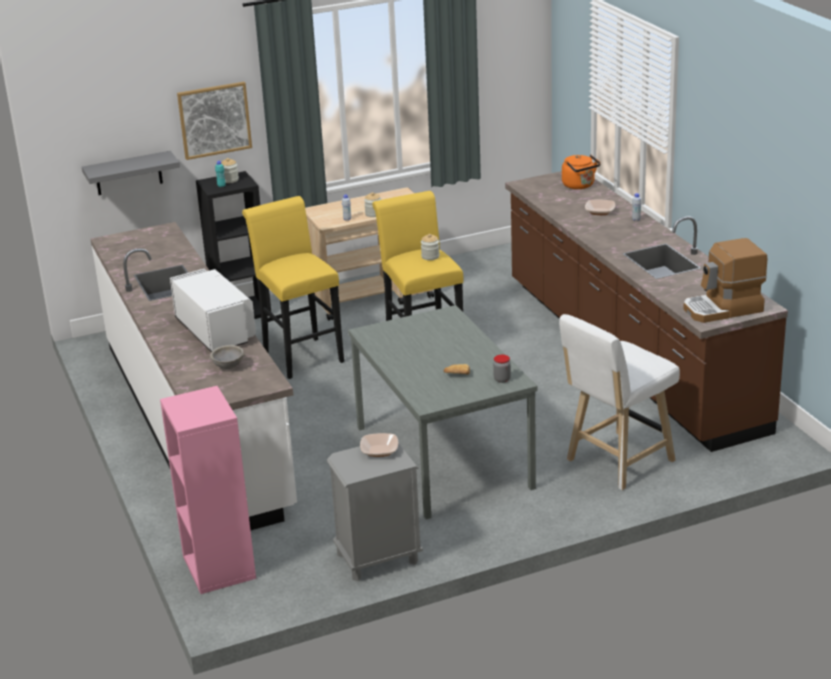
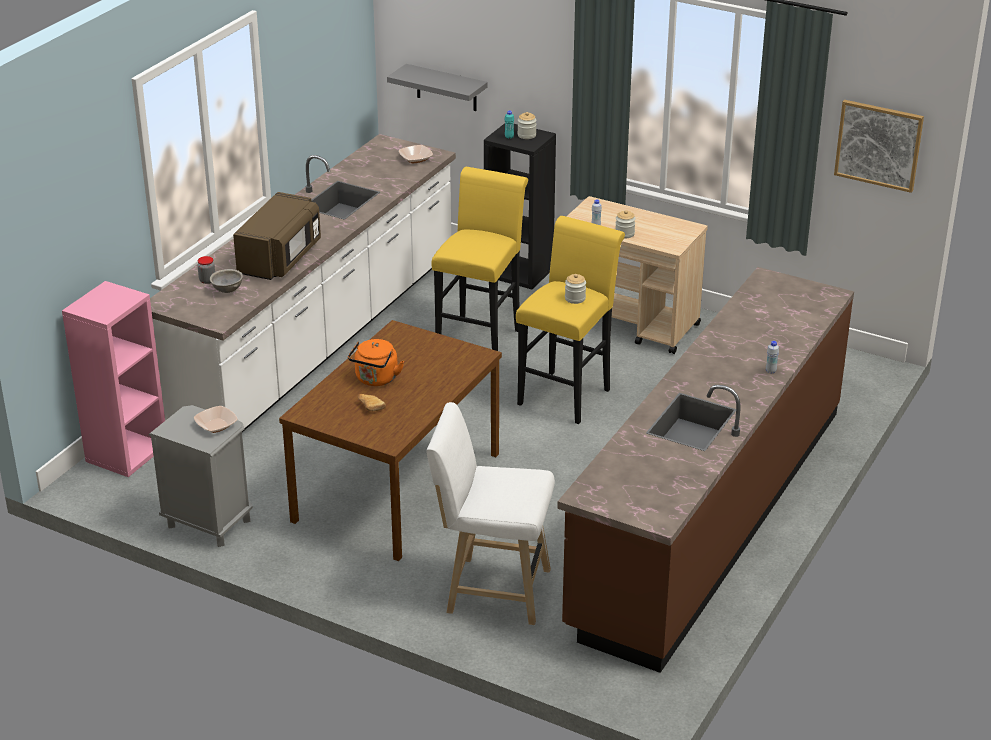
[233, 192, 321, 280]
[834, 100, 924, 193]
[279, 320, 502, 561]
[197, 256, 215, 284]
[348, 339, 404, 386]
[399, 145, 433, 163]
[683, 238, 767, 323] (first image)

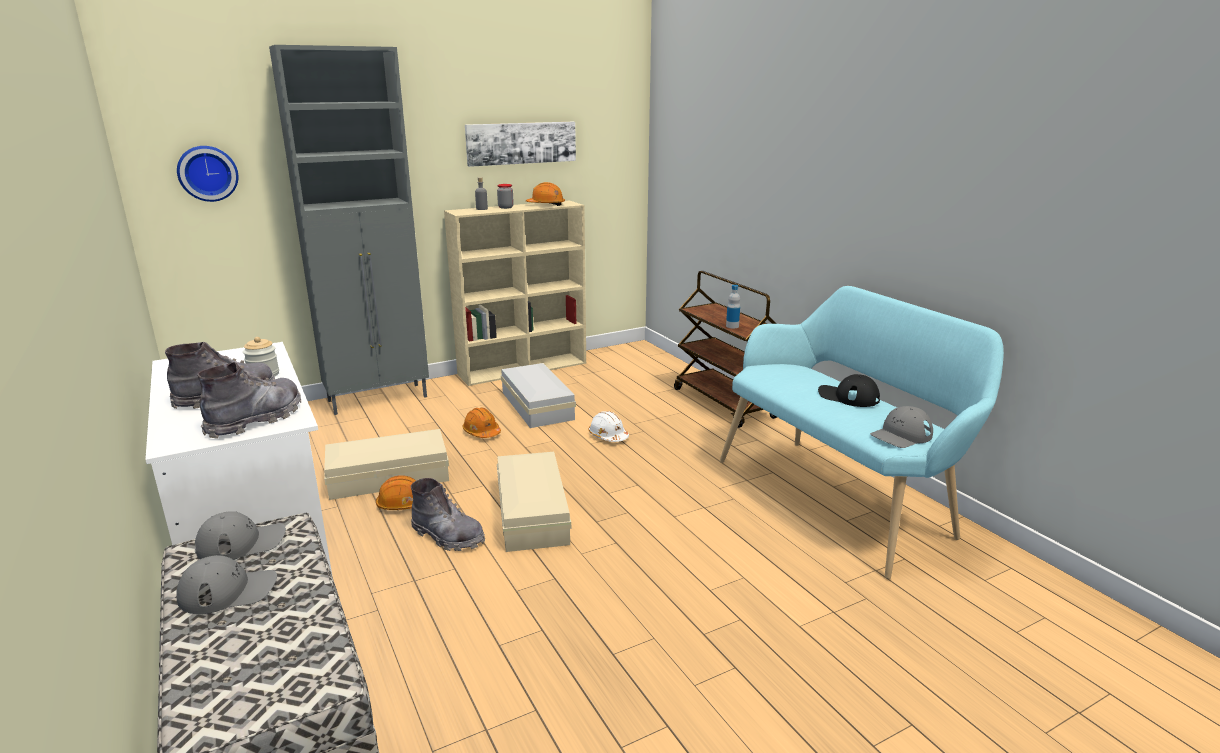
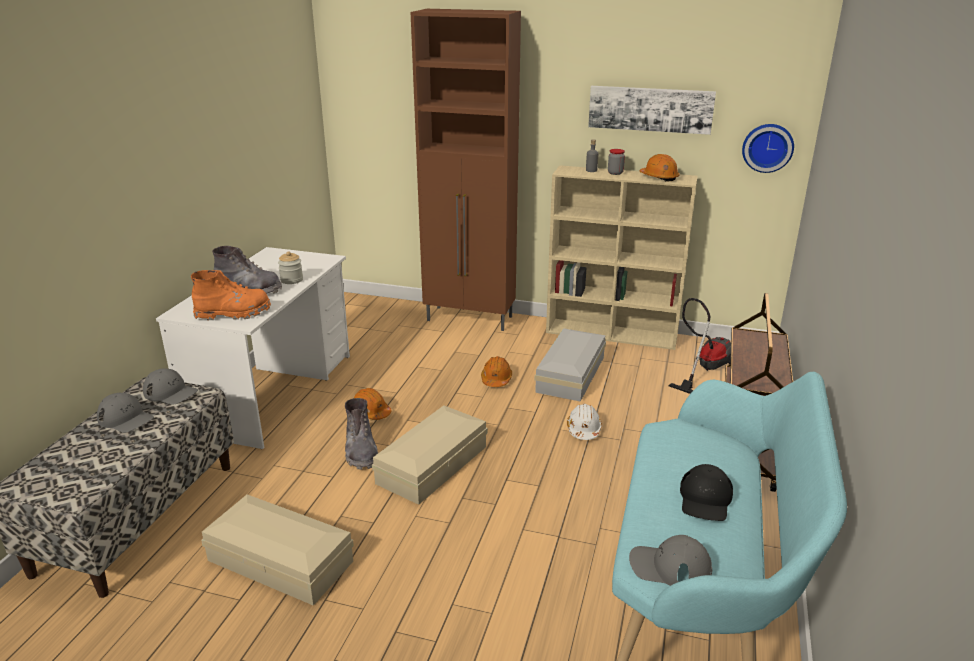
[742, 124, 794, 173]
[191, 270, 271, 320]
[410, 9, 521, 331]
[201, 494, 354, 606]
[726, 285, 740, 328] (first image)
[680, 464, 733, 521]
[668, 298, 731, 394]

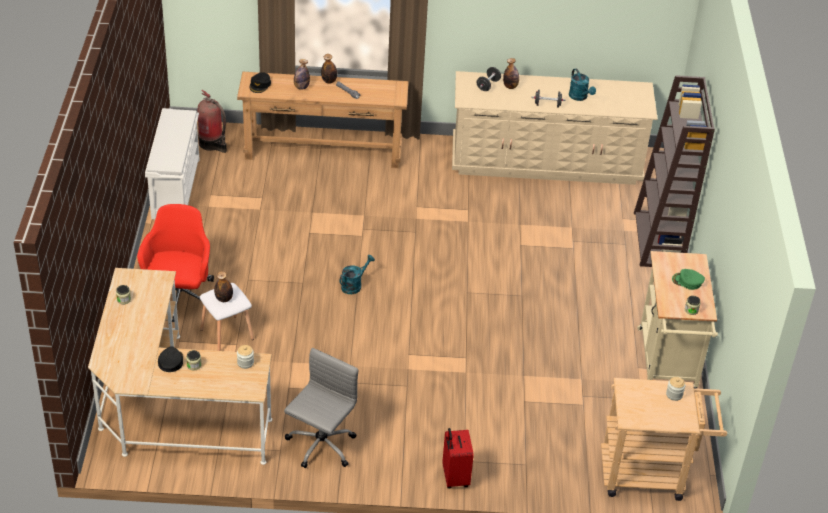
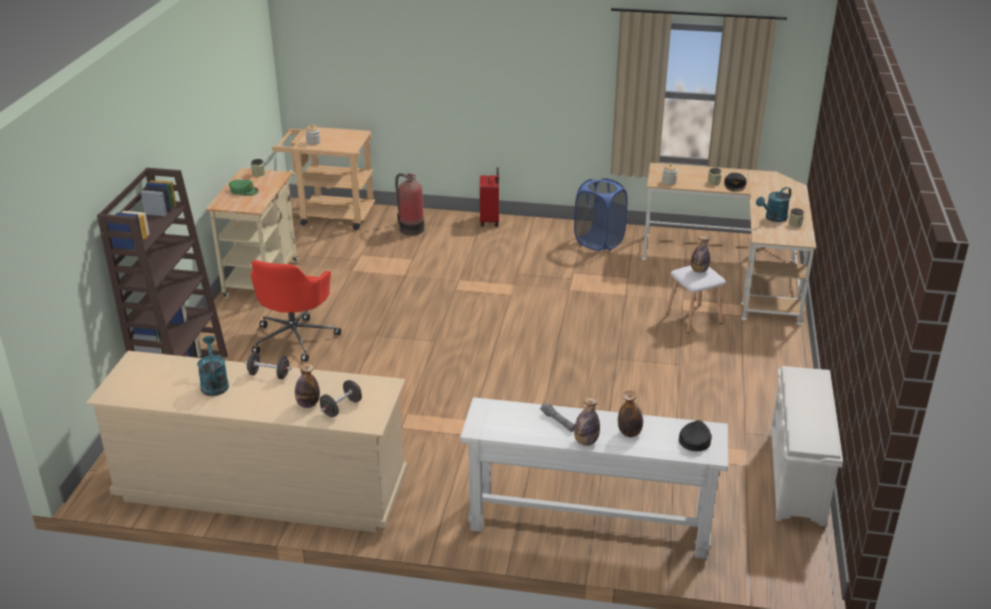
[250, 260, 341, 362]
[395, 173, 425, 236]
[460, 397, 728, 559]
[574, 178, 628, 251]
[756, 187, 791, 222]

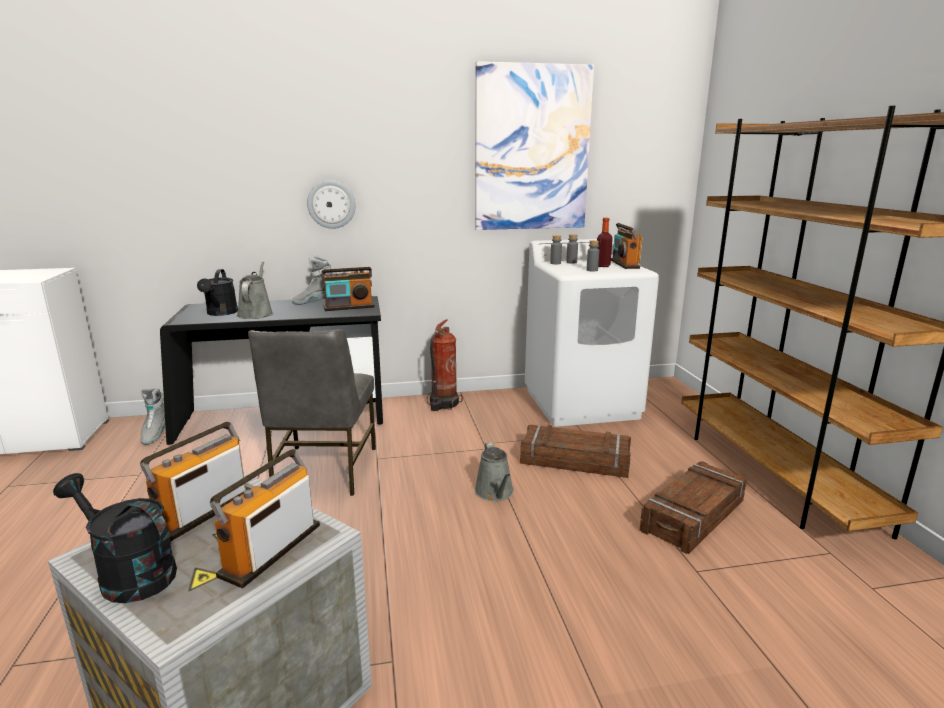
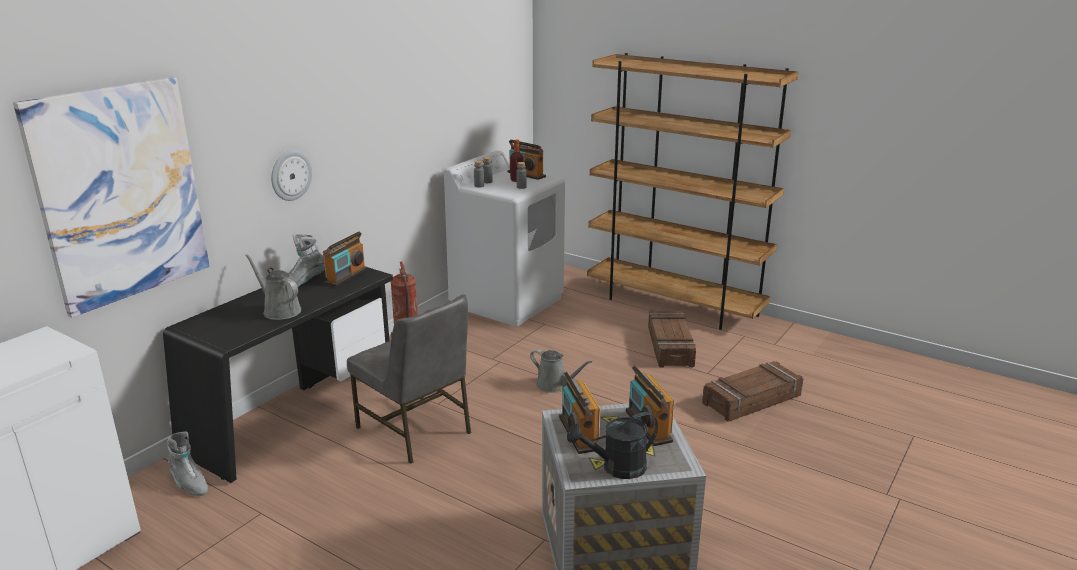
[197, 269, 238, 316] (first image)
[13, 77, 210, 318]
[702, 361, 803, 422]

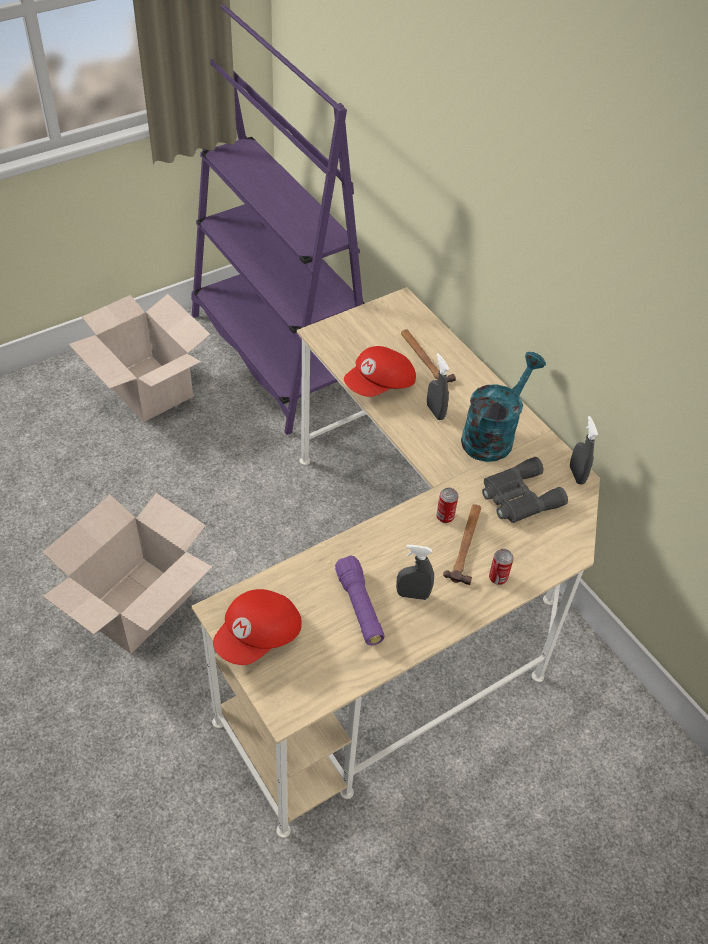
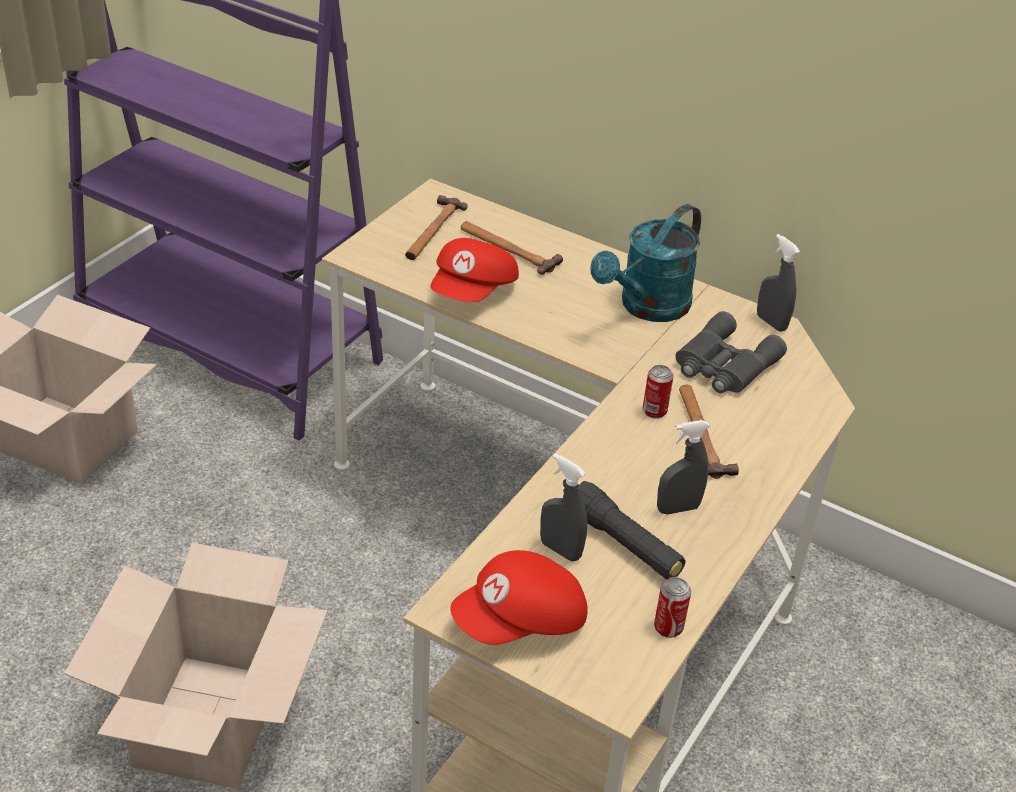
[450, 550, 588, 645]
[580, 481, 685, 580]
[540, 453, 587, 561]
[590, 204, 701, 322]
[654, 577, 691, 638]
[405, 195, 468, 260]

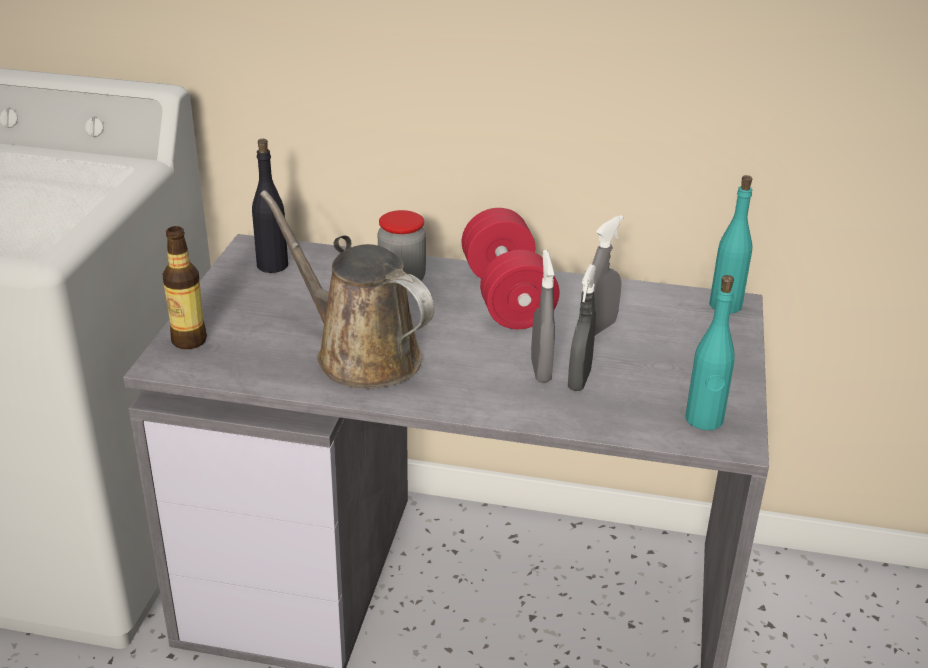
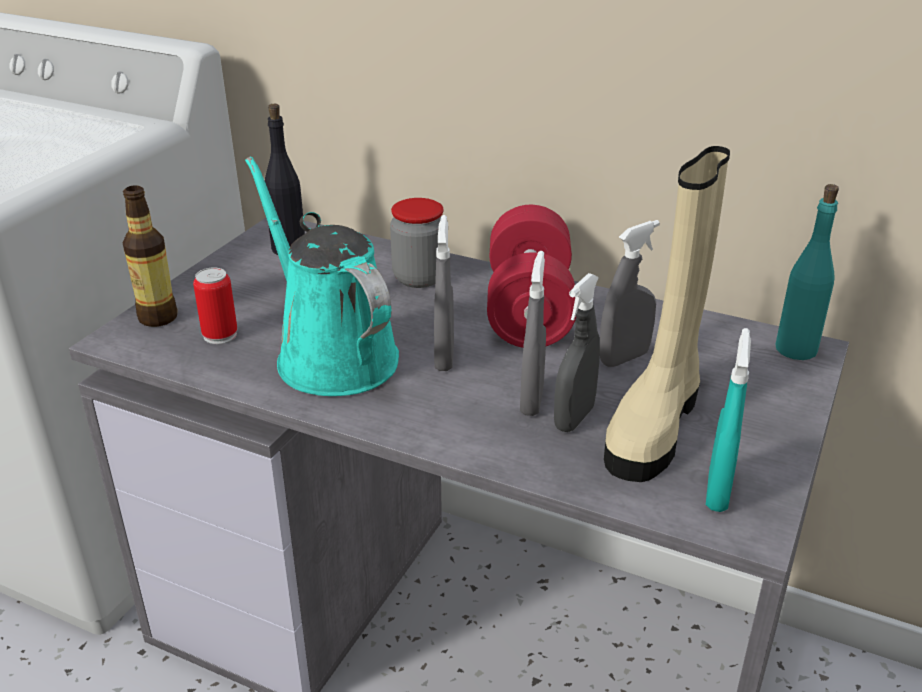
[245, 157, 399, 396]
[706, 328, 751, 512]
[193, 268, 237, 344]
[434, 215, 454, 371]
[604, 146, 730, 482]

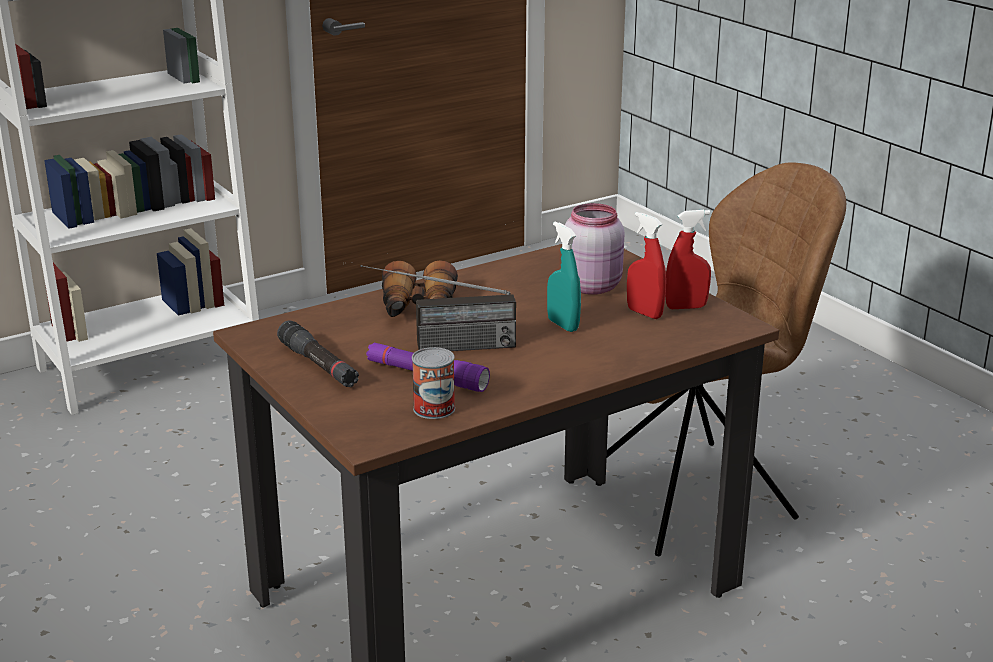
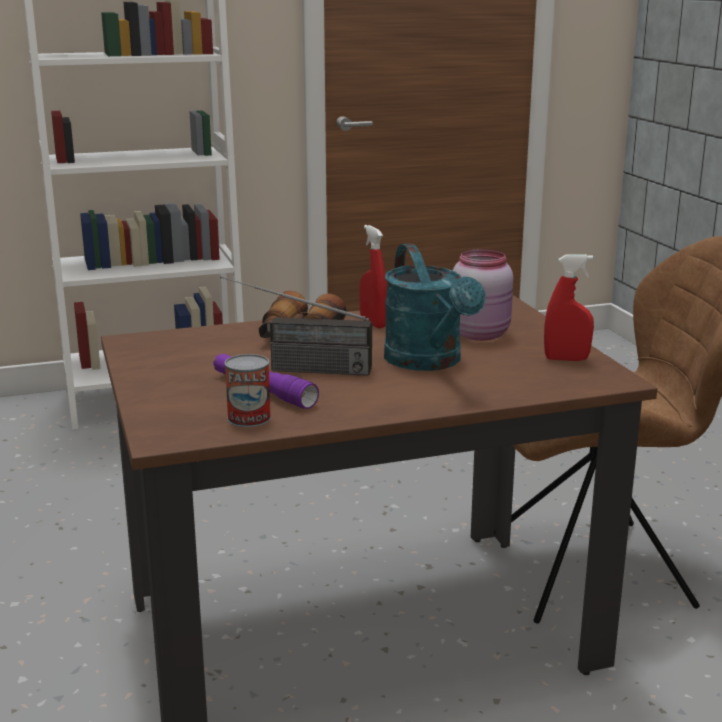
[277, 321, 359, 387] (first image)
[384, 243, 486, 371]
[359, 225, 387, 328]

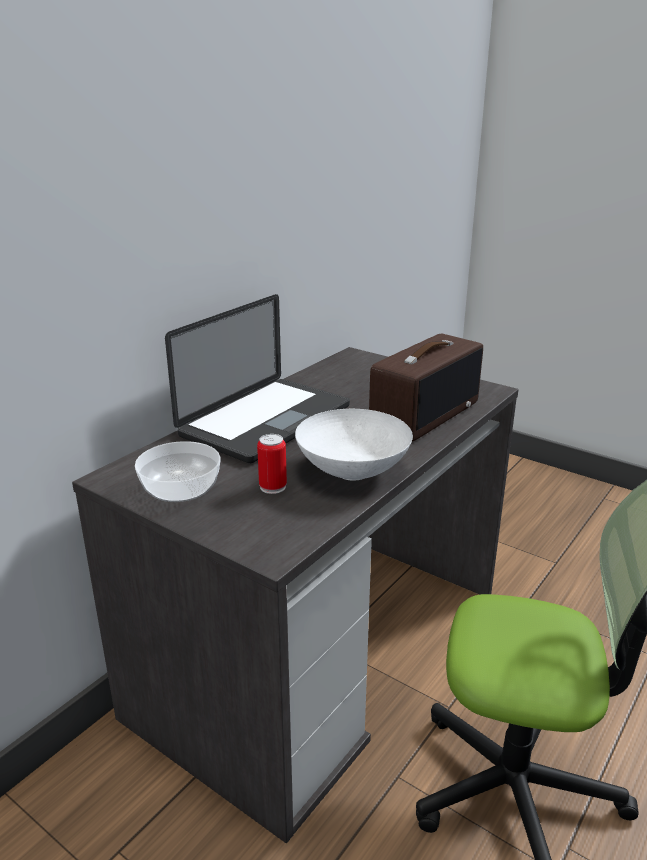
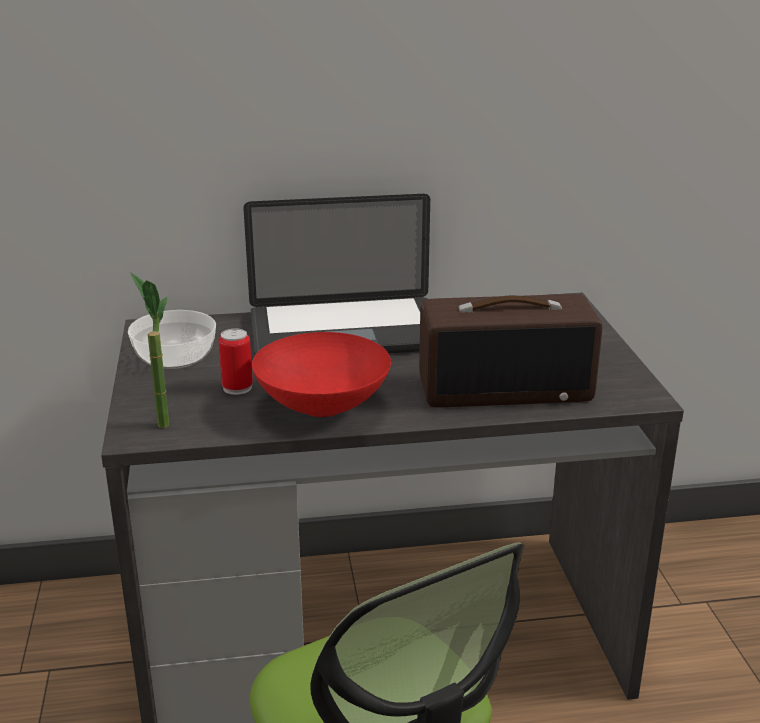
[252, 332, 391, 417]
[130, 272, 169, 428]

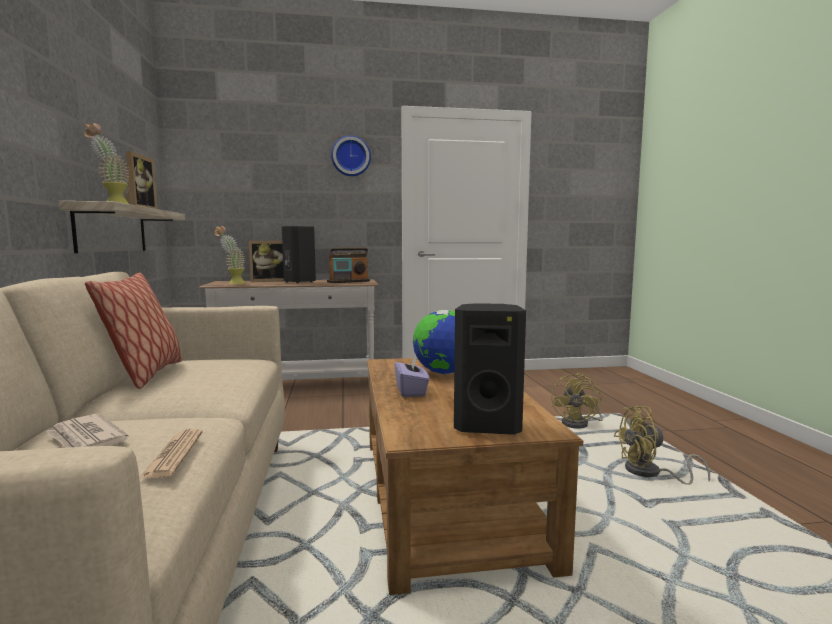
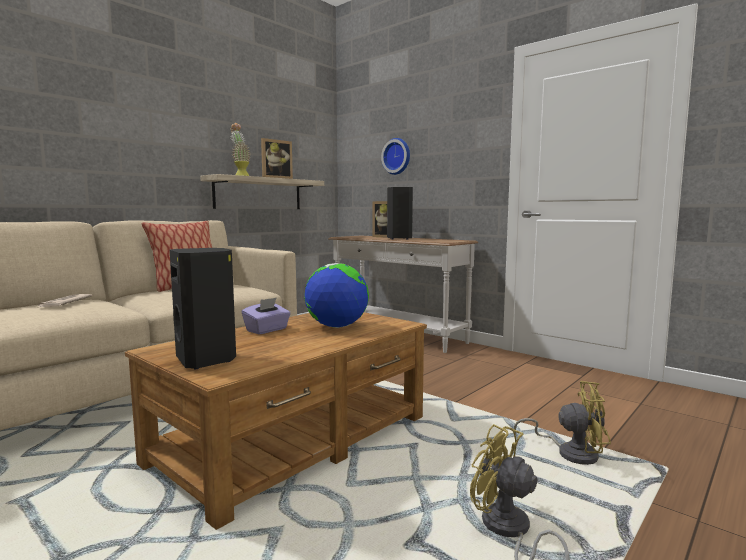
[140, 429, 202, 478] (first image)
[214, 226, 246, 284] (first image)
[327, 248, 370, 283] (first image)
[381, 138, 410, 175]
[514, 381, 611, 465]

